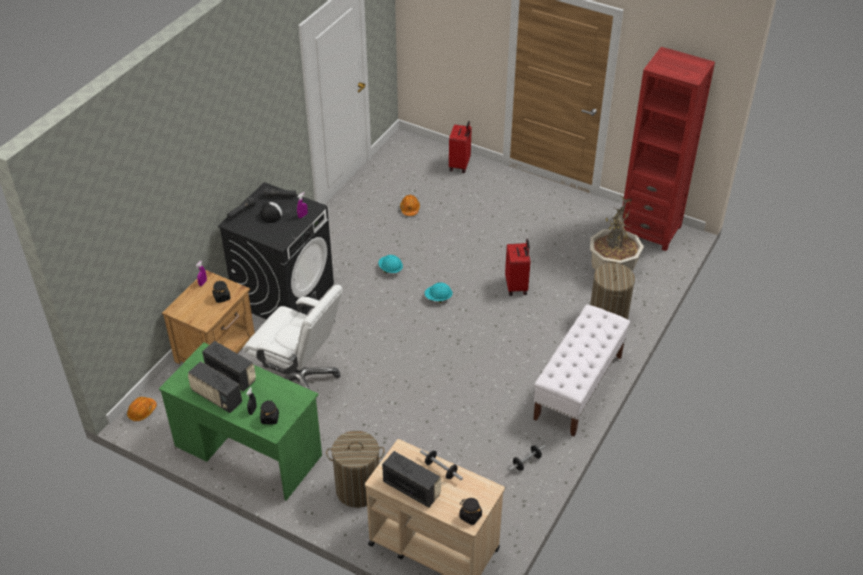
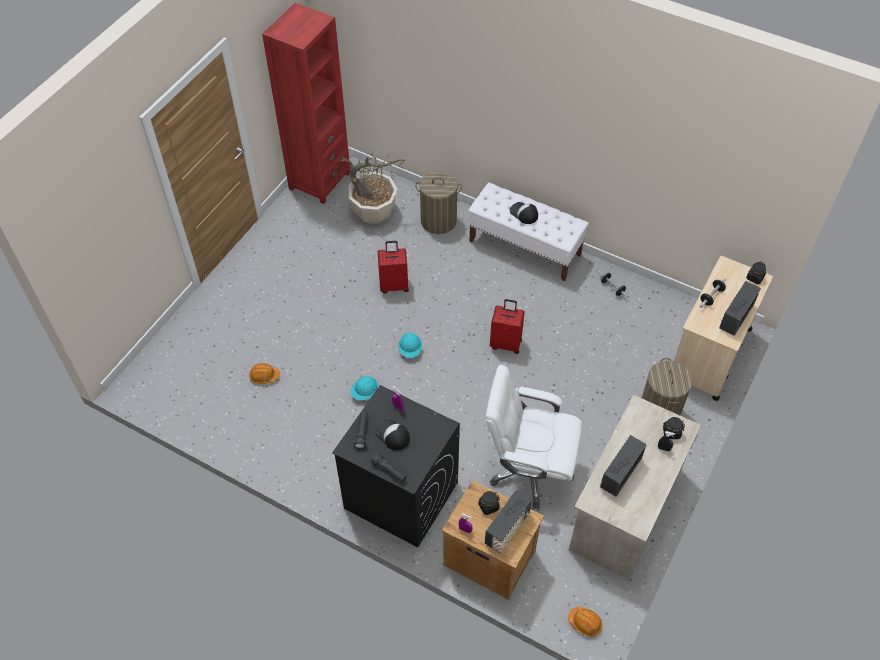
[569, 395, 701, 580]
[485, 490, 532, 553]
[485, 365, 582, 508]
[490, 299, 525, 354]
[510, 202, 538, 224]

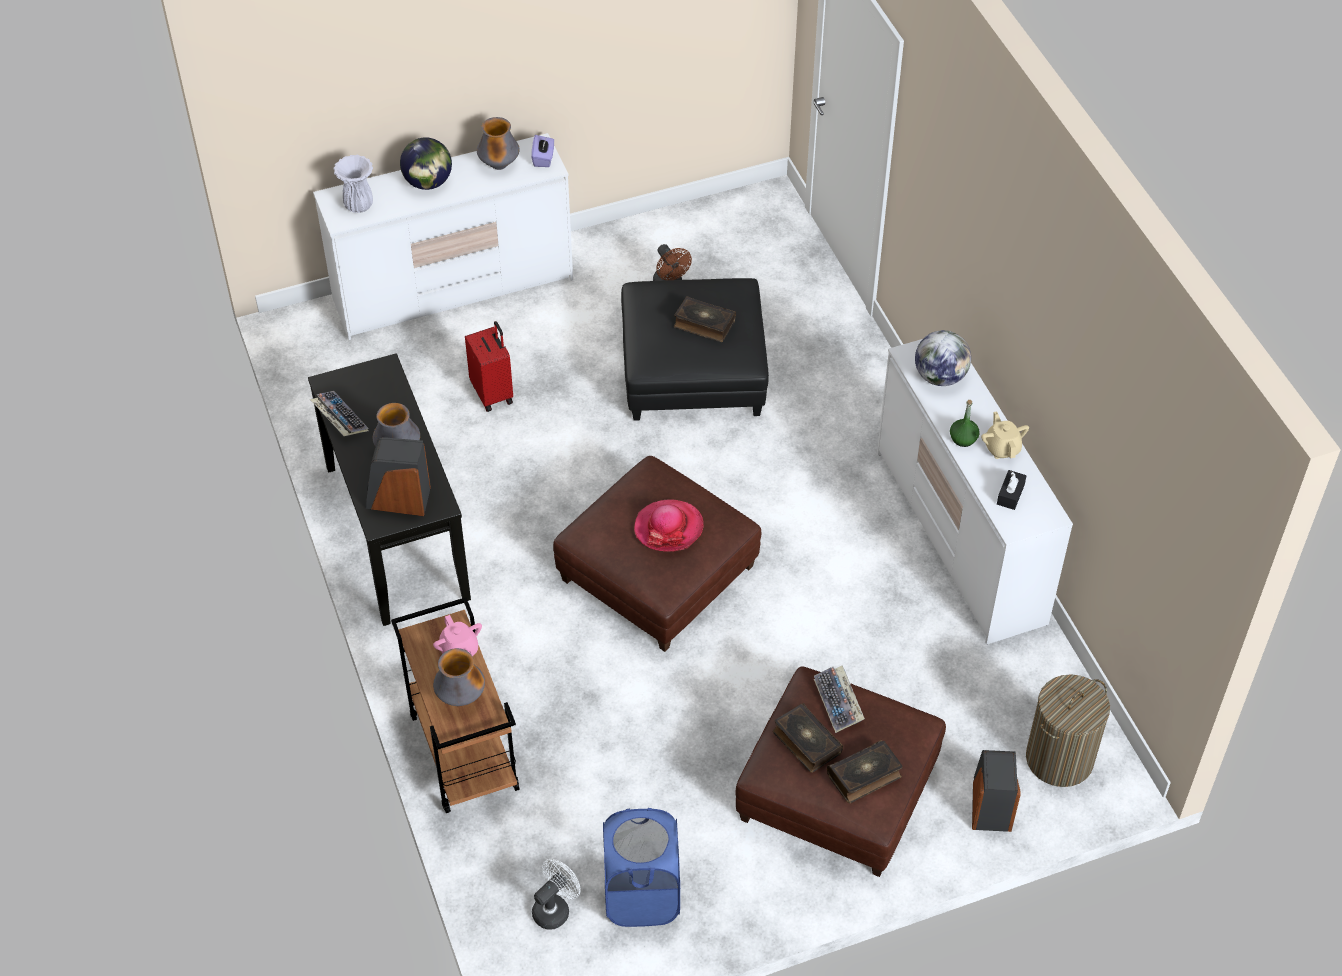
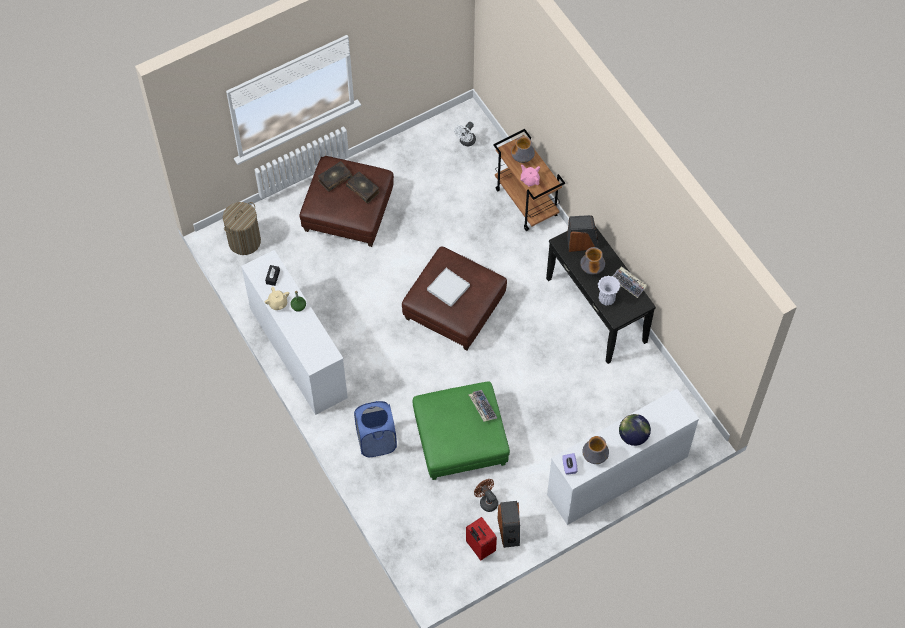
[598, 276, 620, 306]
[466, 517, 497, 560]
[354, 401, 397, 457]
[413, 382, 510, 480]
[427, 268, 470, 307]
[674, 296, 736, 342] (first image)
[468, 390, 497, 422]
[915, 330, 971, 386] (first image)
[497, 501, 520, 548]

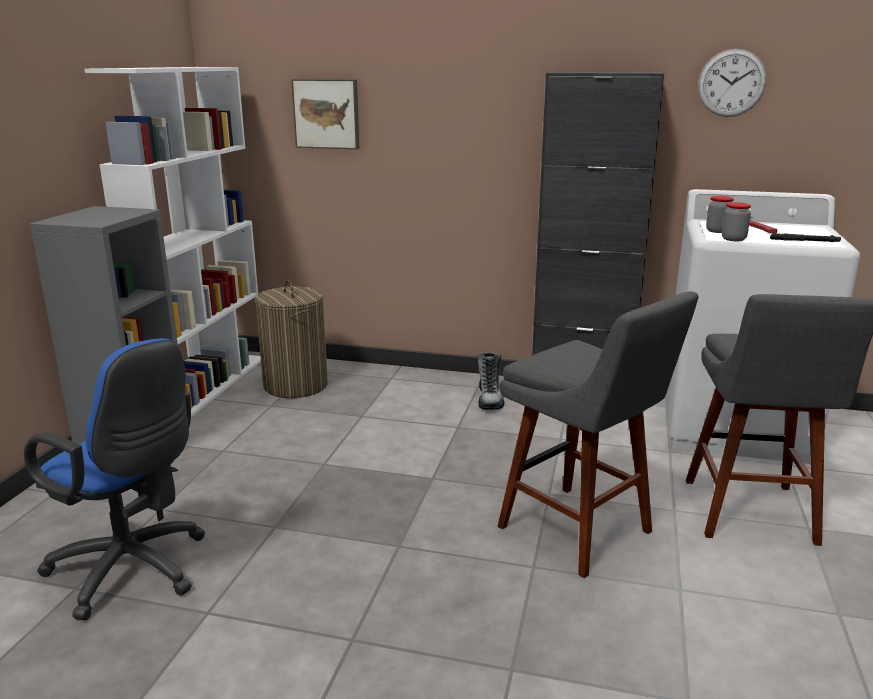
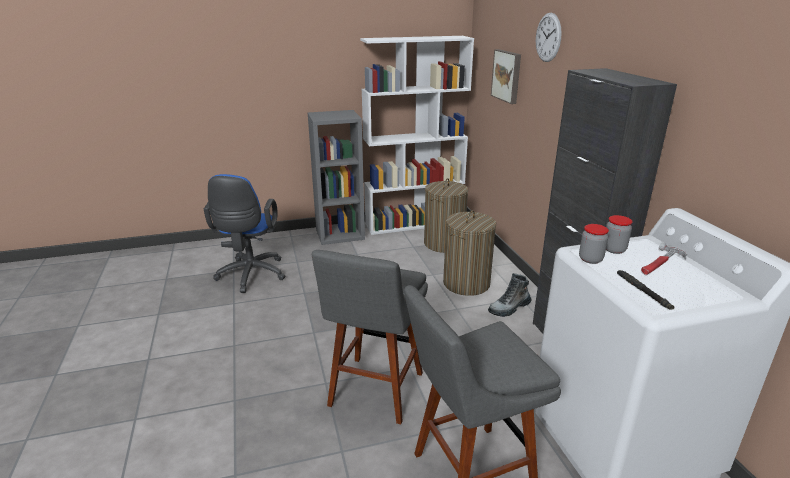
[536, 13, 562, 62]
[443, 210, 496, 296]

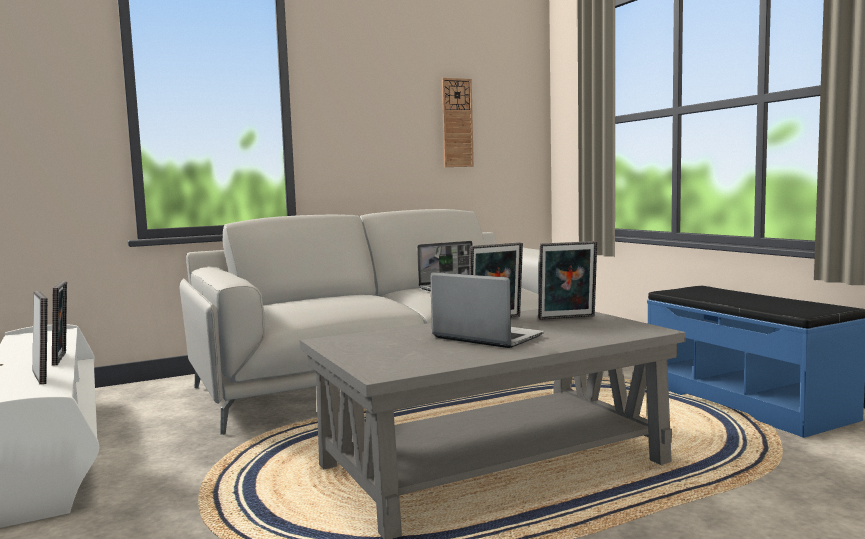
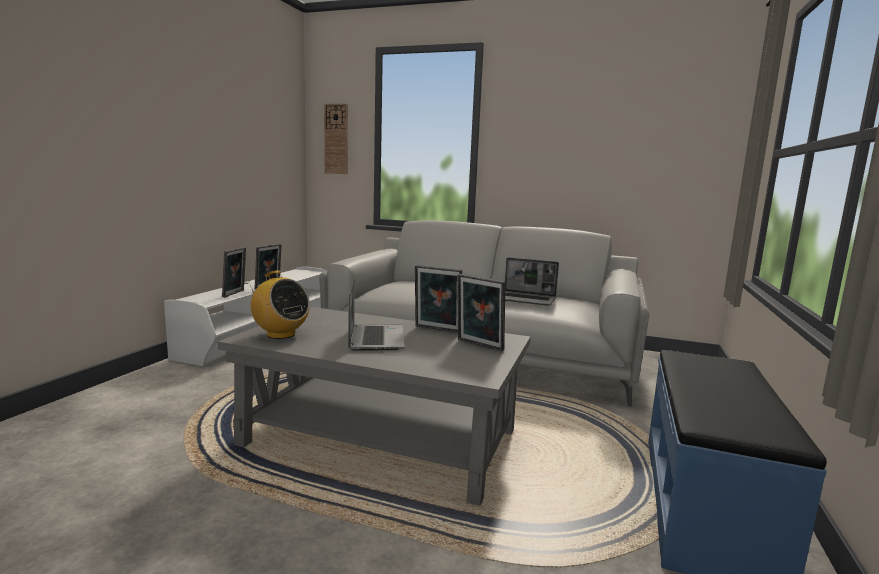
[324, 104, 348, 174]
[249, 271, 310, 339]

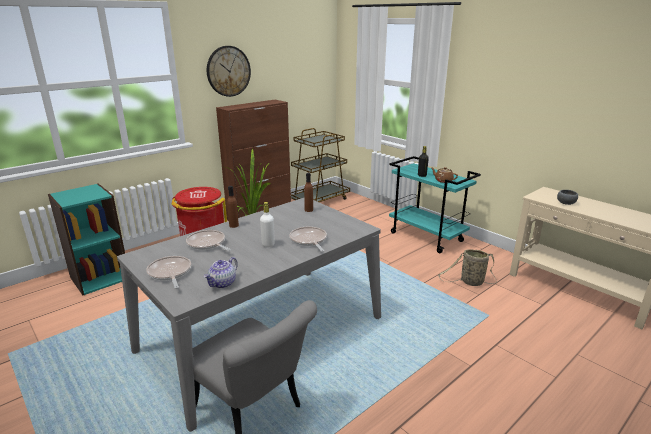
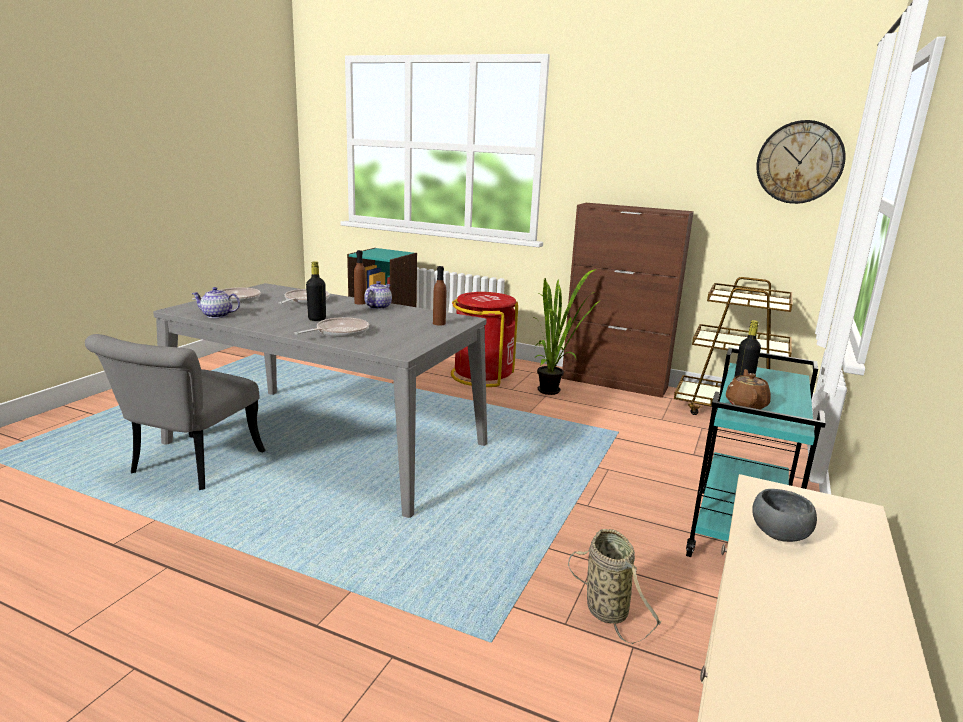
[756, 120, 846, 204]
[306, 261, 326, 321]
[364, 281, 392, 310]

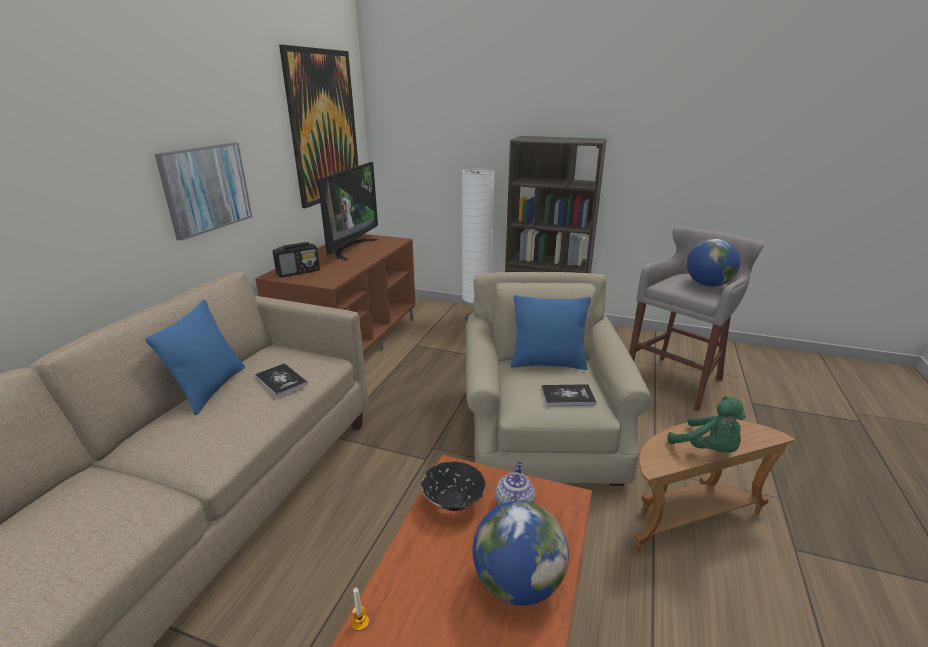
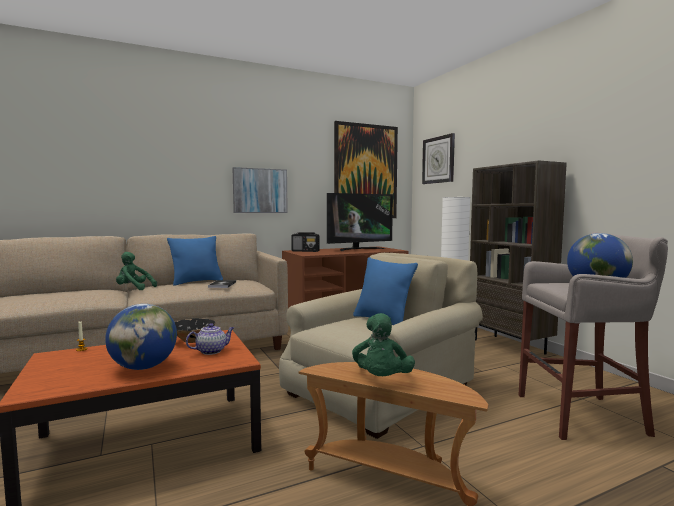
[541, 384, 596, 406] (first image)
[116, 252, 157, 290]
[422, 133, 455, 184]

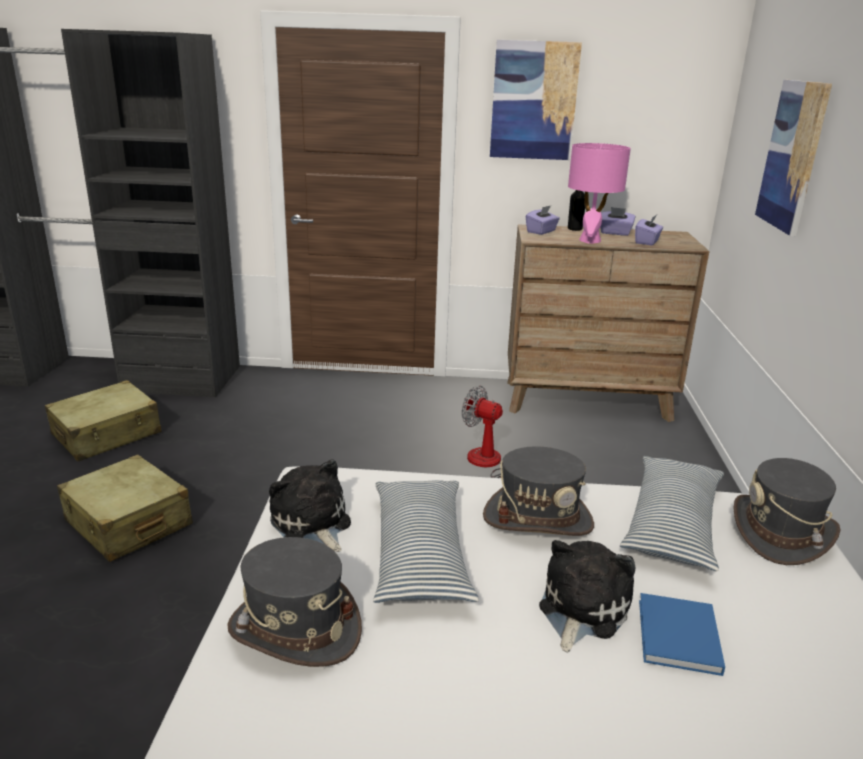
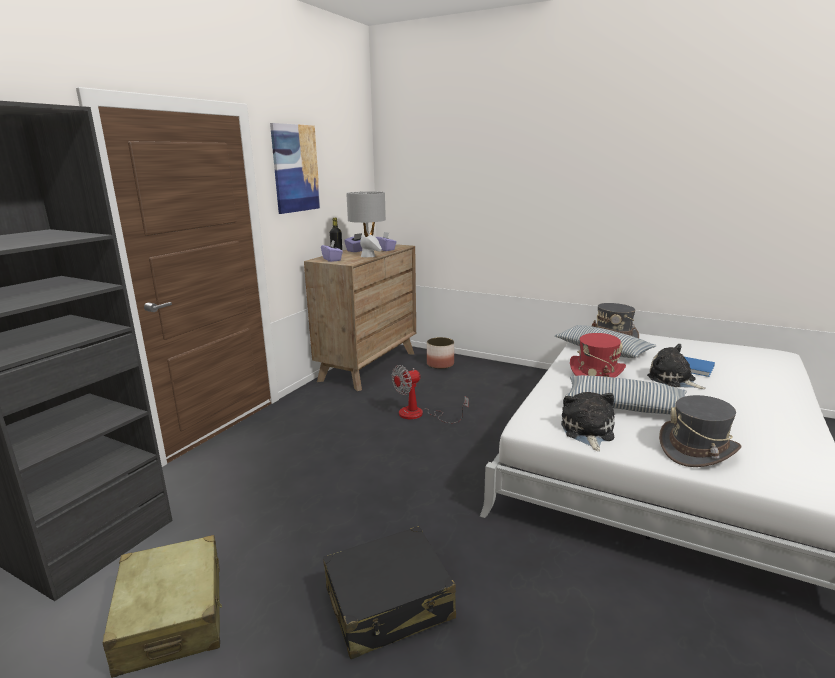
[323, 526, 456, 659]
[561, 392, 615, 451]
[570, 333, 626, 378]
[346, 191, 386, 257]
[755, 80, 832, 236] (first image)
[427, 337, 454, 369]

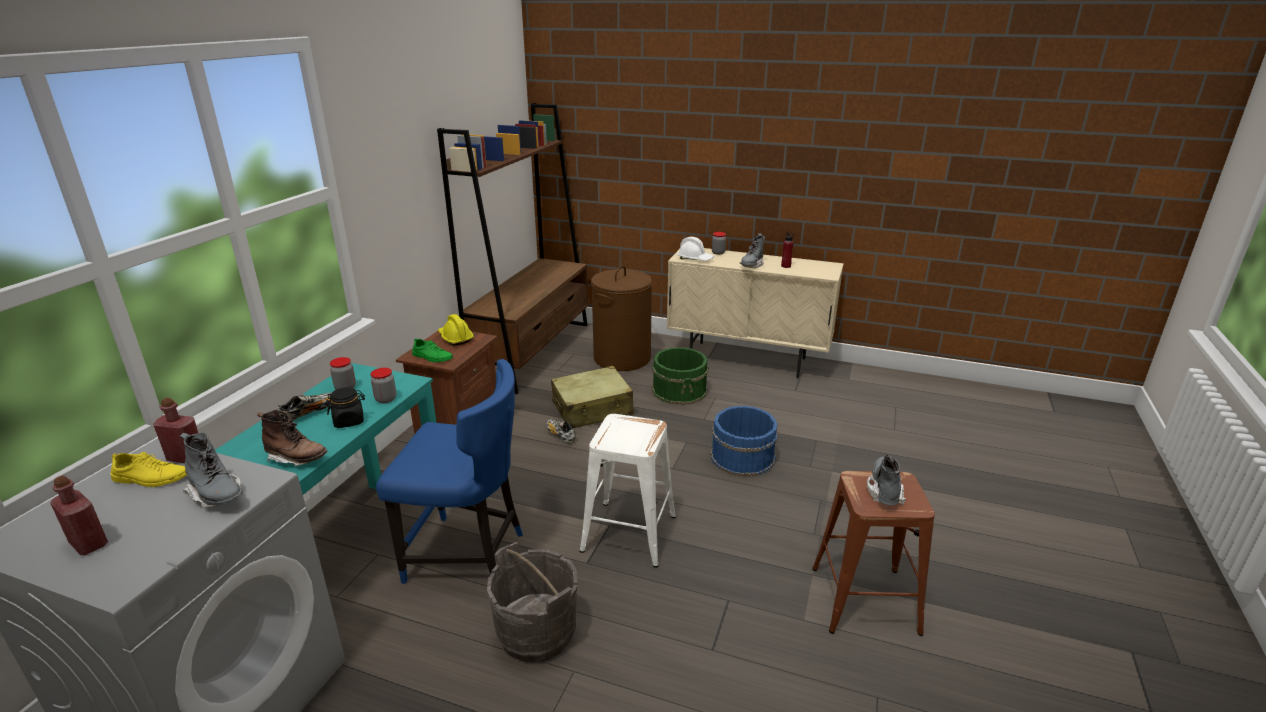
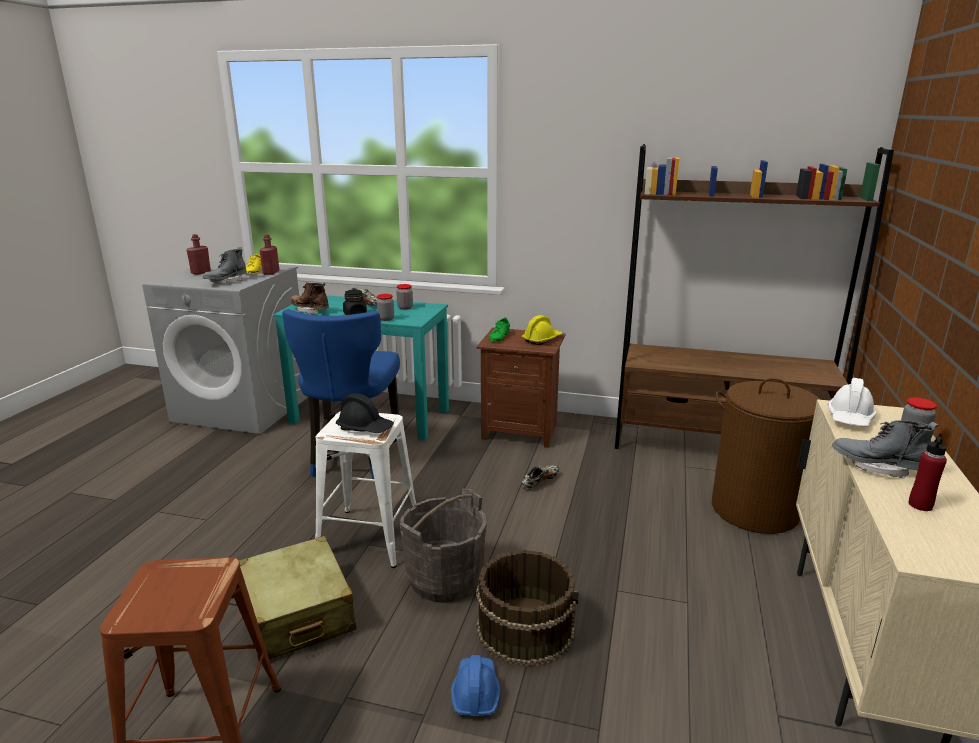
[290, 282, 329, 315]
[400, 489, 487, 603]
[239, 536, 356, 661]
[652, 347, 709, 405] (first image)
[476, 550, 579, 667]
[867, 454, 906, 505] (first image)
[336, 393, 394, 433]
[451, 655, 501, 716]

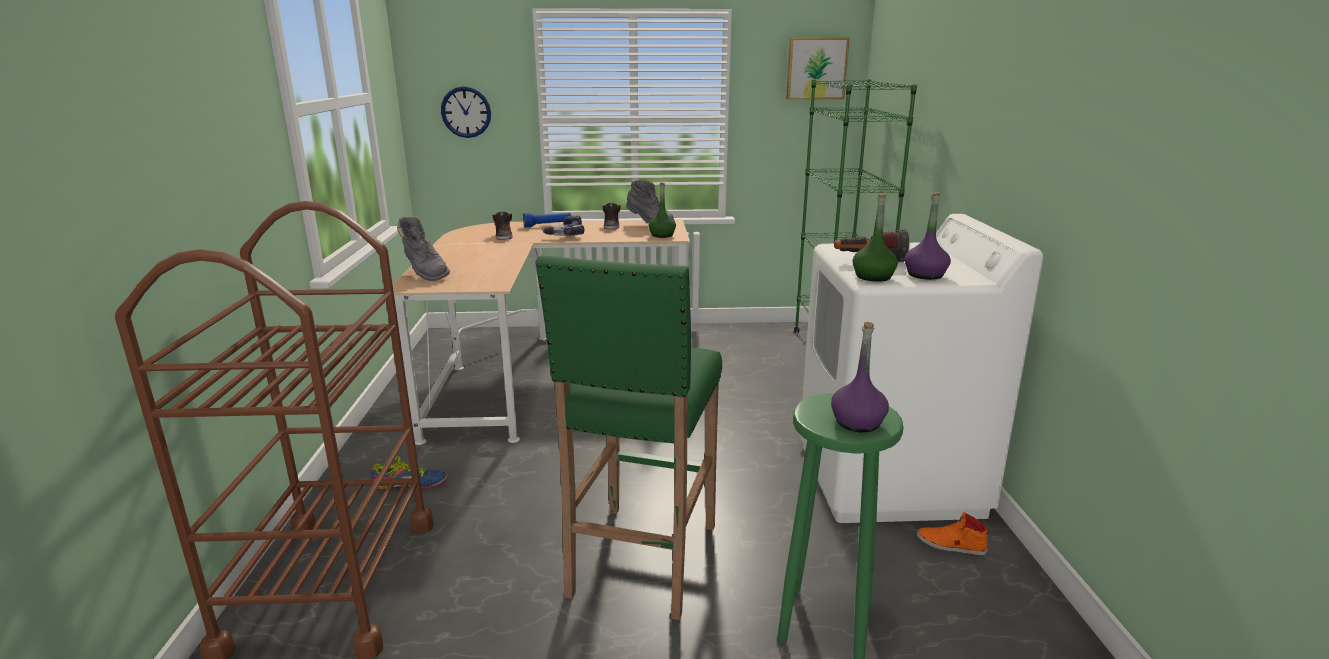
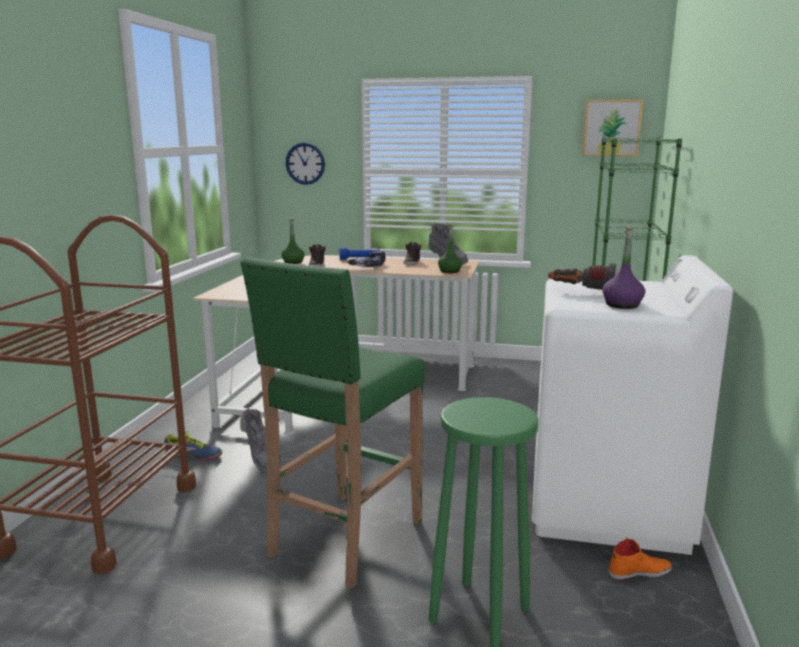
[240, 408, 281, 473]
[831, 322, 889, 432] (first image)
[281, 218, 305, 264]
[608, 537, 672, 580]

